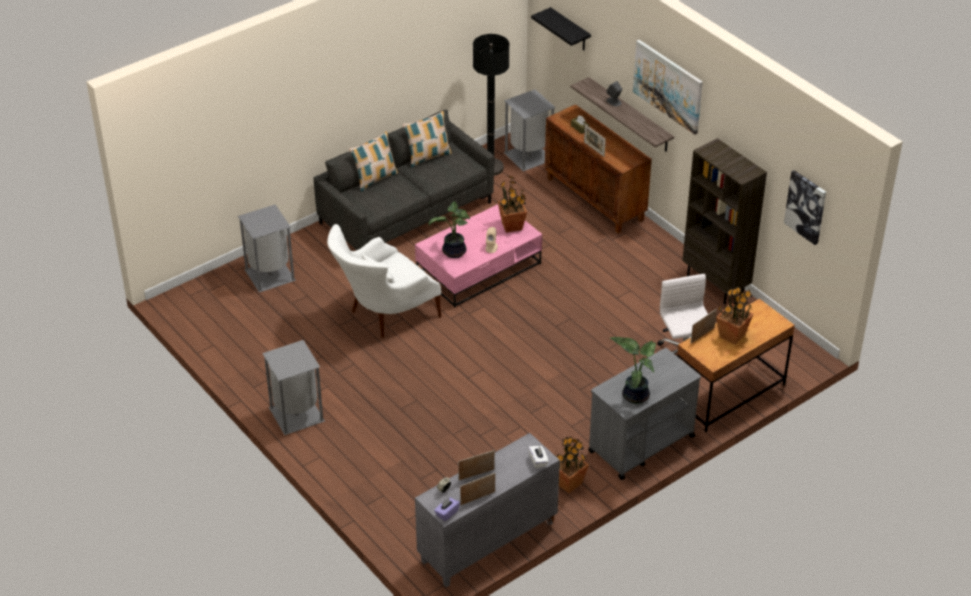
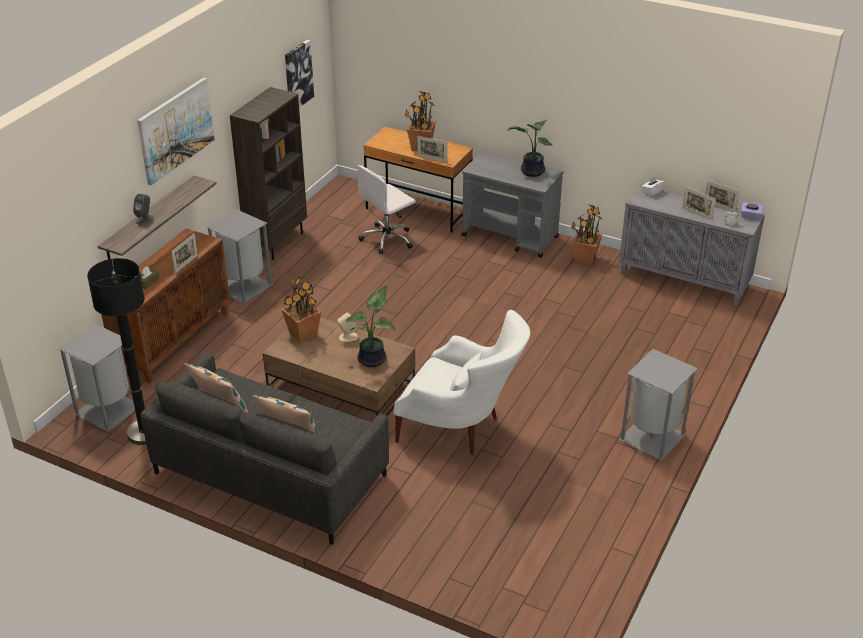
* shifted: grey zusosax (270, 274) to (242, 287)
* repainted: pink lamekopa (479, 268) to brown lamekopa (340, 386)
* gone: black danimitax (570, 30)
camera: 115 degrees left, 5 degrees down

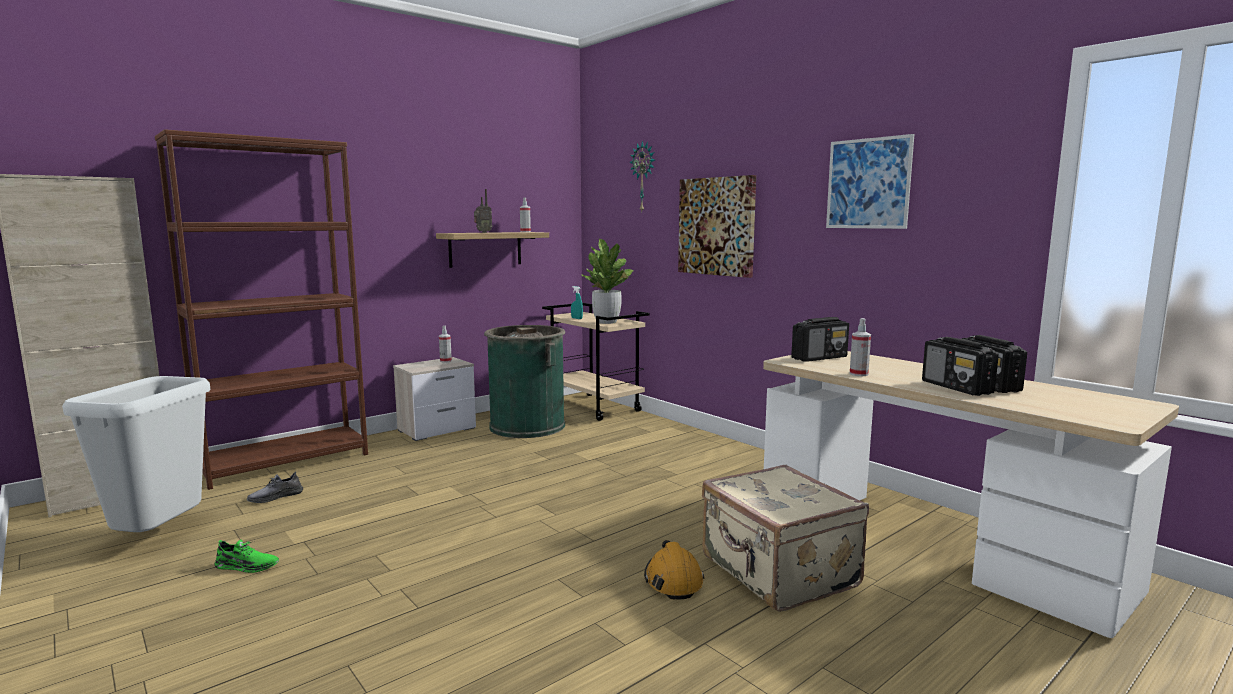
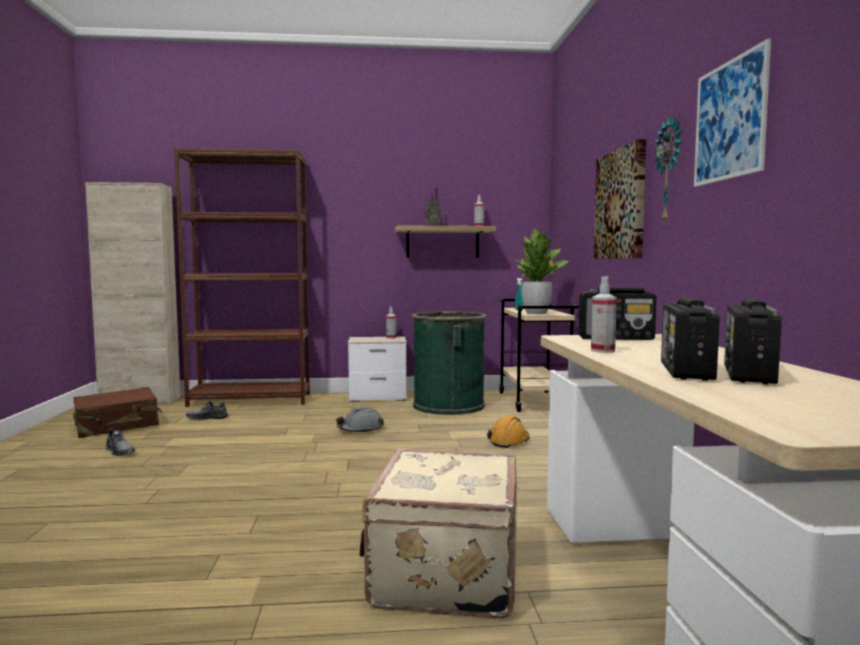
* swapped: grey zusosax (159, 537) to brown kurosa (117, 425)
* repainted: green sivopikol (247, 566) to grey sivopikol (119, 451)
* shifted: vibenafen (644, 177) to (671, 170)
* shifted: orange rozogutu (673, 580) to (508, 441)
* new: grey rozogutu (360, 430)
camera: 35 degrees right, 5 degrees down

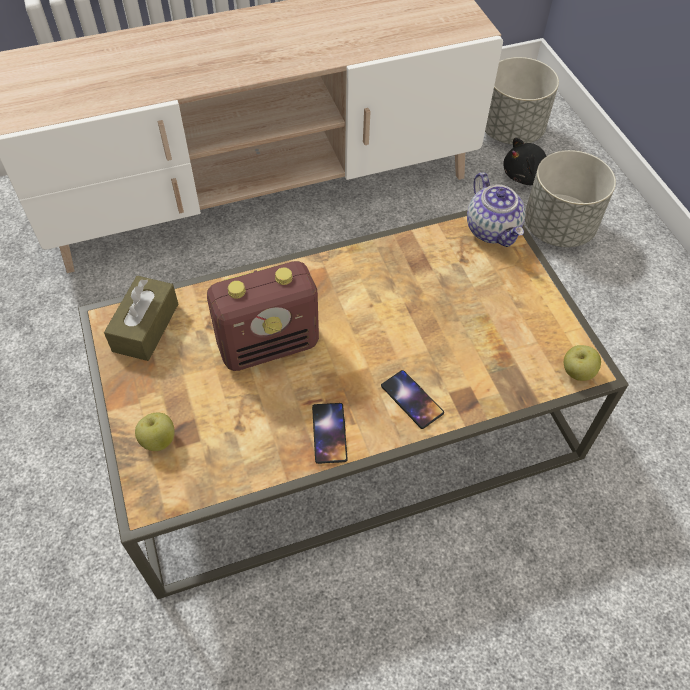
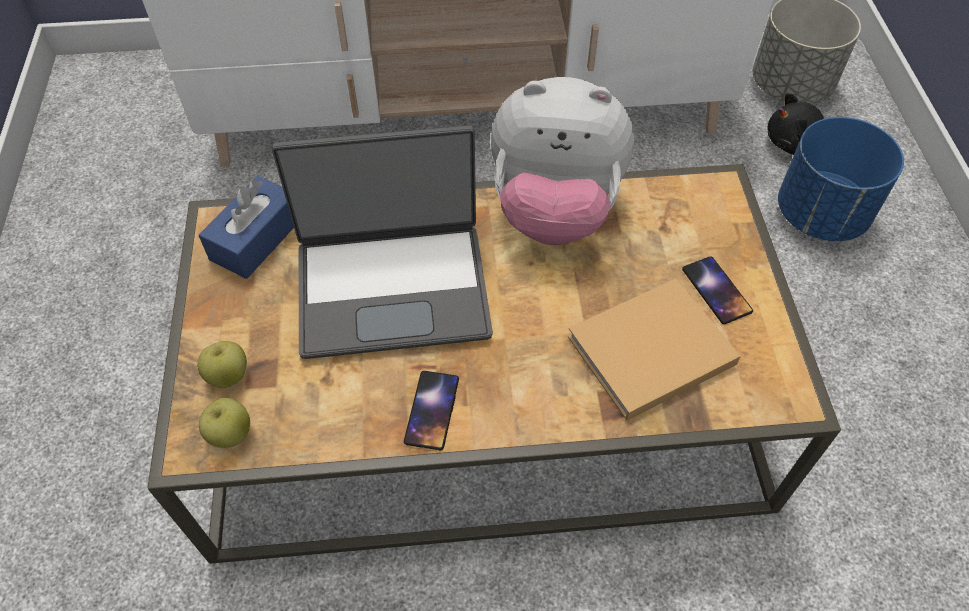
* repainted: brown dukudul (146, 327) to blue dukudul (256, 239)
* swapped: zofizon (269, 345) to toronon (393, 288)
* shifted: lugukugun (412, 399) to (716, 290)
* gone: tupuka (493, 230)
* repainted: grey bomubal (558, 228) to blue bomubal (821, 215)
* shifted: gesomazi (577, 373) to (230, 434)
* new: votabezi (554, 211)
* new: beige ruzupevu (647, 352)
camera: 15 degrees right, 0 degrees up

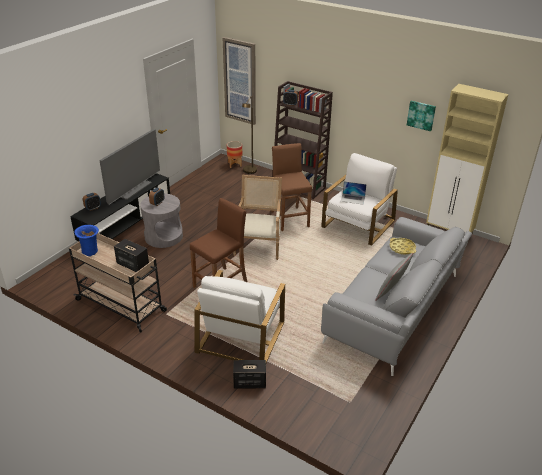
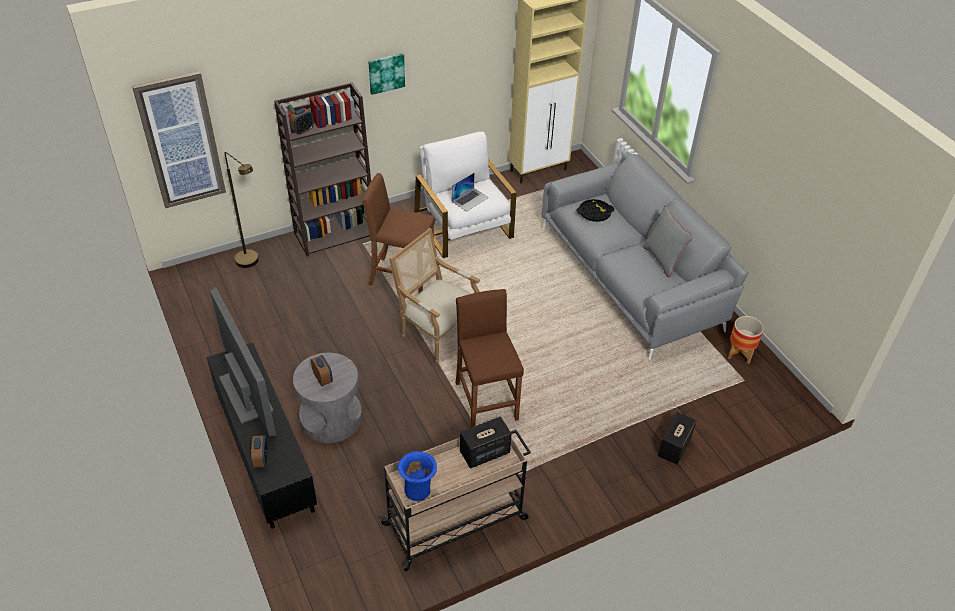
* gone: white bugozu (240, 336)
* shifted: bomubal (234, 164) to (740, 354)
* repainted: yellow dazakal (402, 248) to black dazakal (594, 213)
* shifted: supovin (421, 115) to (386, 73)
camera: 60 degrees left, 10 degrees up

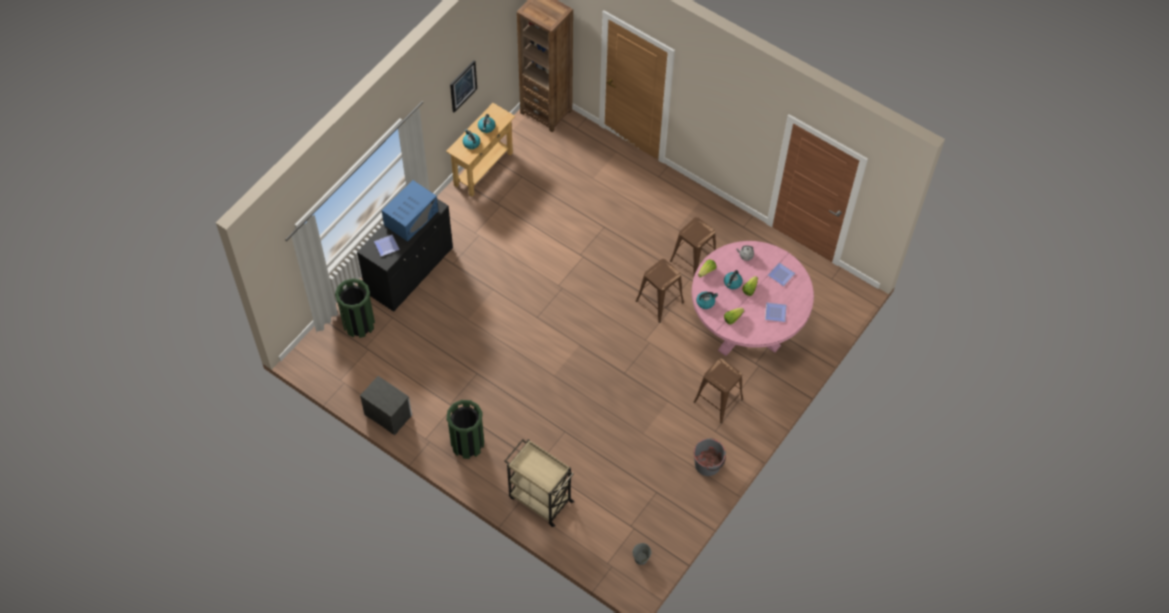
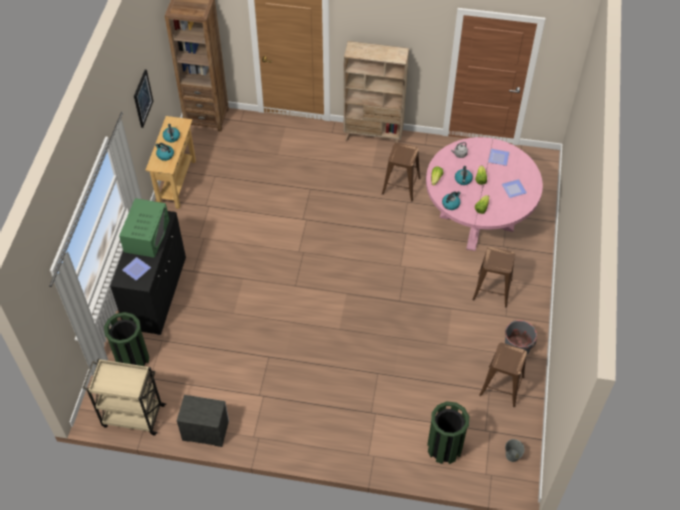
* repainted: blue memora (411, 218) to green memora (147, 235)
* shifted: green zusosax (467, 443) to (444, 448)
* shifted: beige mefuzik (539, 499) to (132, 416)
* shifted: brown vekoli (659, 301) to (501, 386)
* new: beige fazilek (373, 136)
camera: 25 degrees left, 5 degrees down

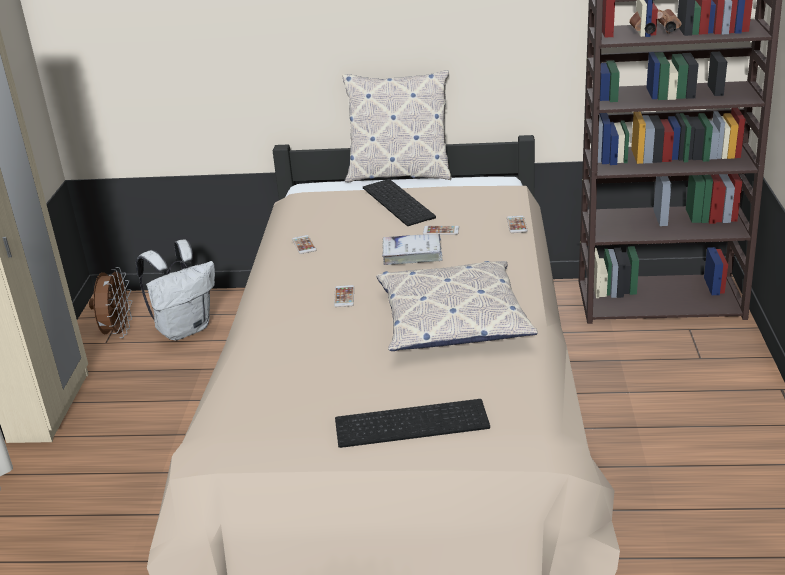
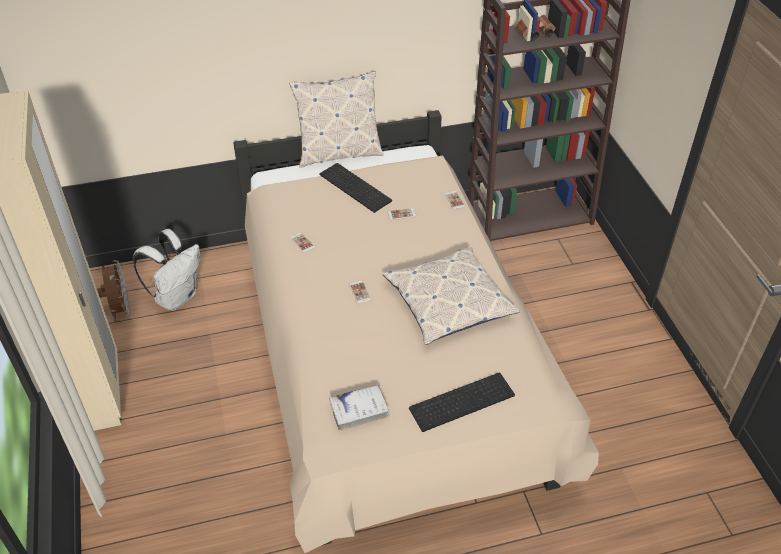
* shifted: white ruzupevu (412, 254) to (359, 410)
camera: 20 degrees left, 15 degrees up

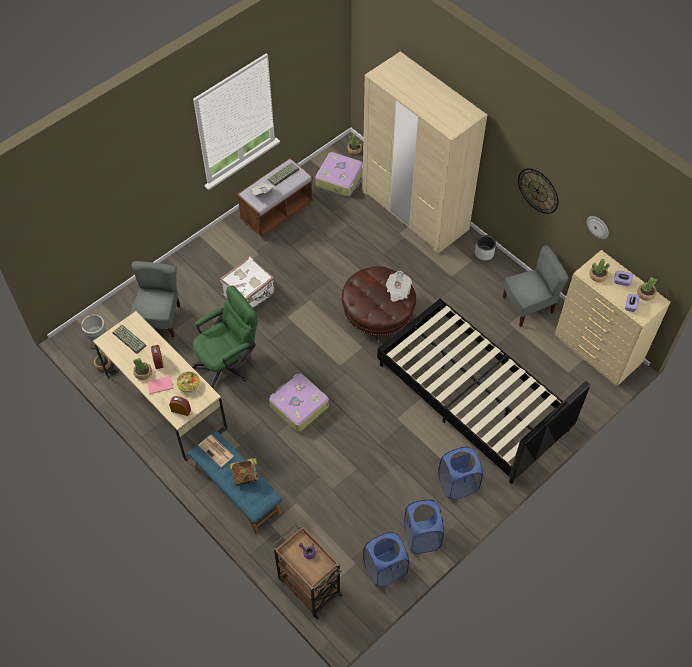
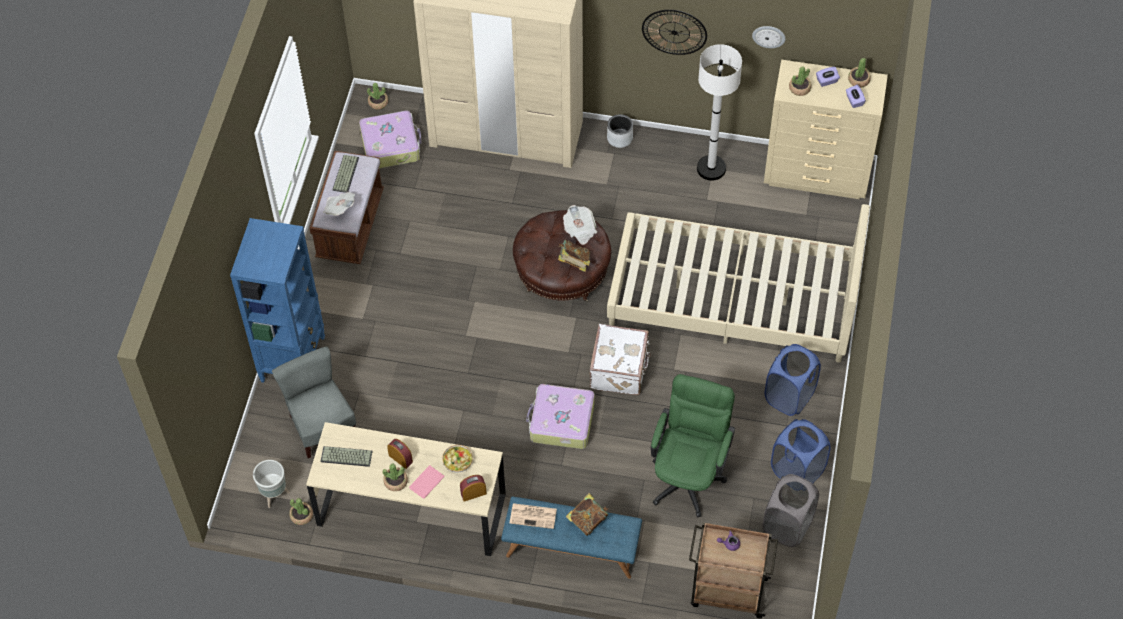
* shifted: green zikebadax (228, 363) to (689, 474)
* shifted: white kurosa (250, 294) to (620, 370)
* repainted: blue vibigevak (385, 569) to grey vibigevak (787, 526)
* repainted: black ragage (473, 397) to beige ragage (733, 299)
* swapped: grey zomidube (528, 306) to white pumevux (711, 168)
* new: blue fazilek (293, 358)
* new: ruzupevu (574, 262)
camera: 35 degrees left, 0 degrees up

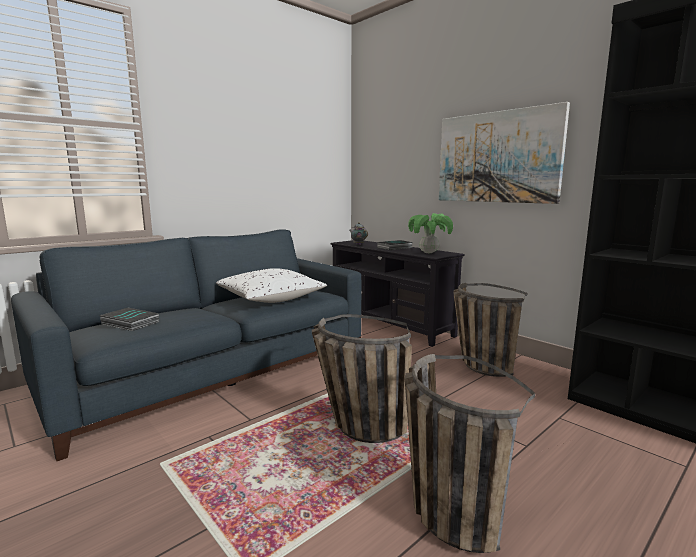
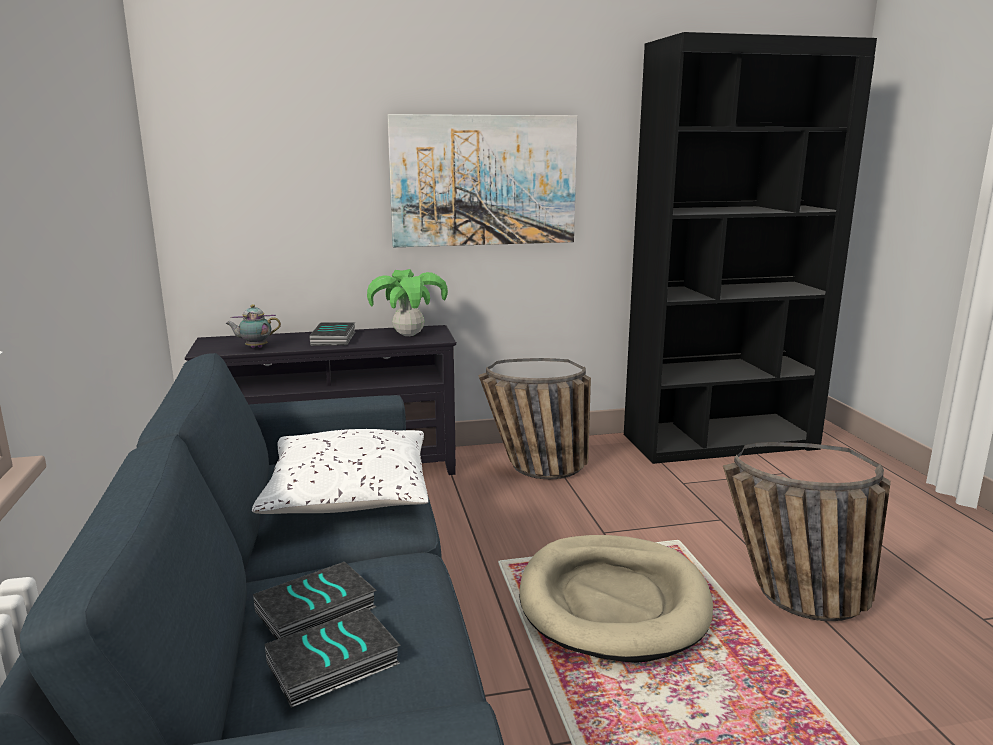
* swapped: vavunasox (354, 425) to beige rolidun (613, 602)
* new: ruzupevu (315, 611)
camera: 60 degrees left, 5 degrees up

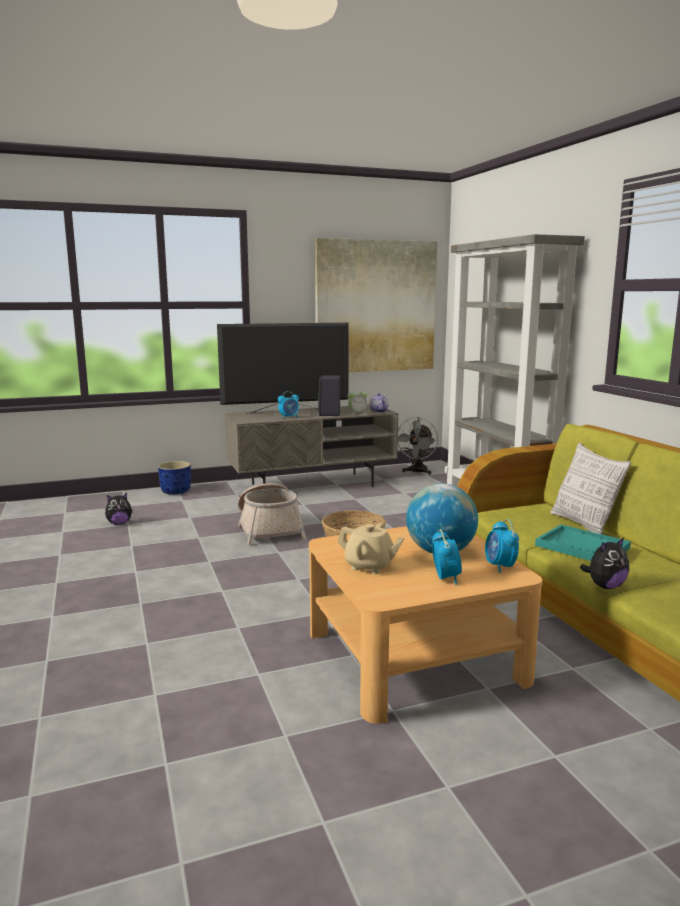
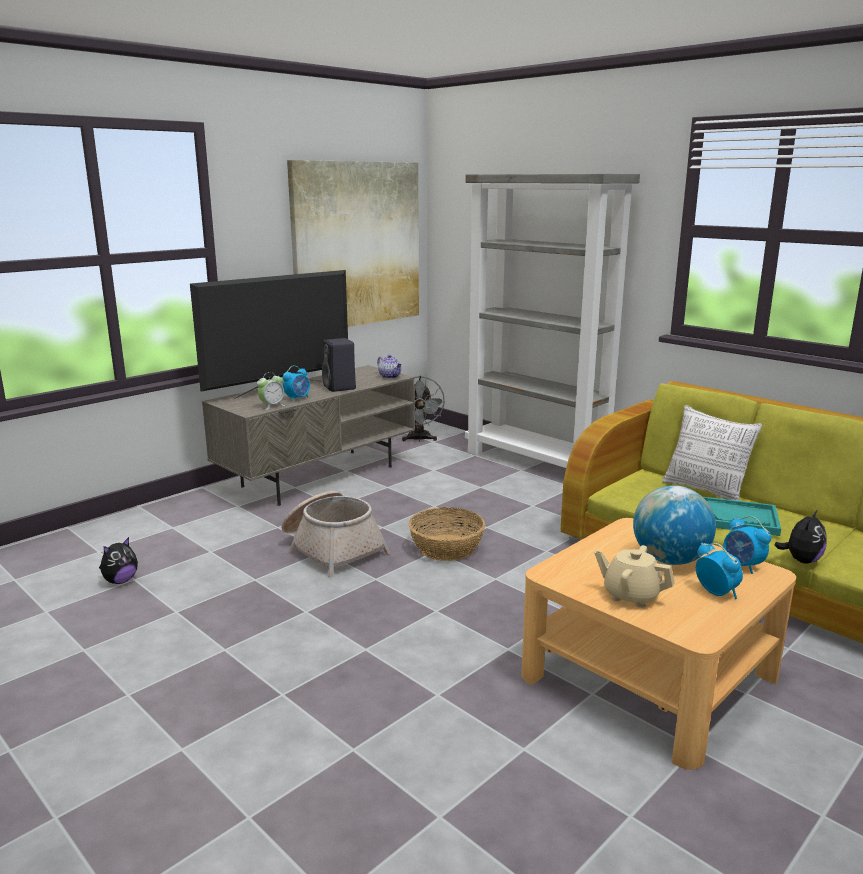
* gone: blue bomubal (176, 491)
* rotated: beige tupuka (369, 566) = (631, 595) 150 degrees counterclockwise
* shifted: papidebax (357, 413) to (272, 406)
camera: 25 degrees left, 5 degrees up

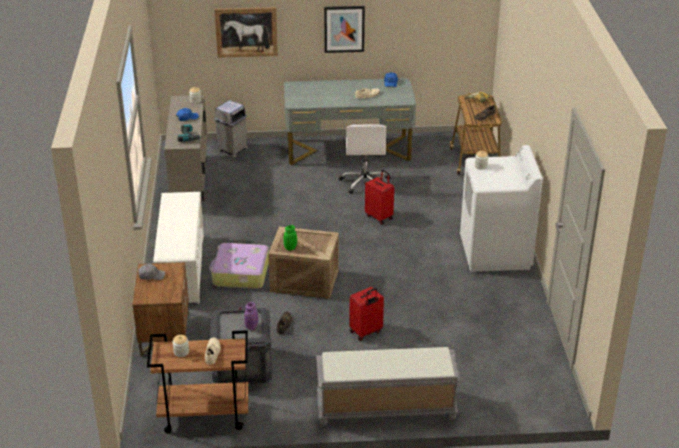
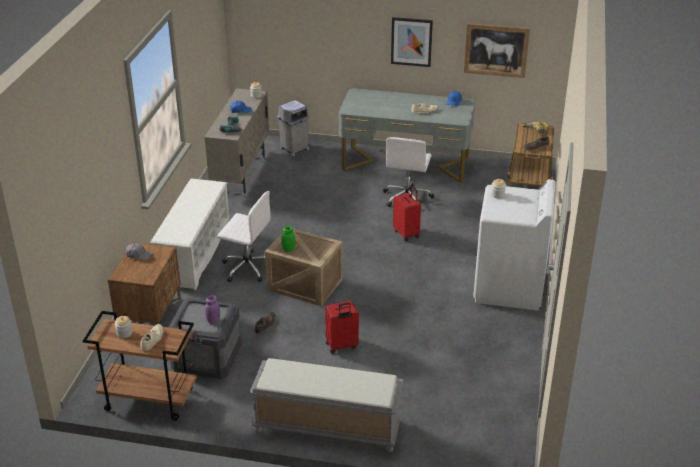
* swapped: kurosa (240, 273) to white zikebadax (247, 267)
* shifted: supovin (246, 32) to (496, 50)
camera: 15 degrees right, 0 degrees up

